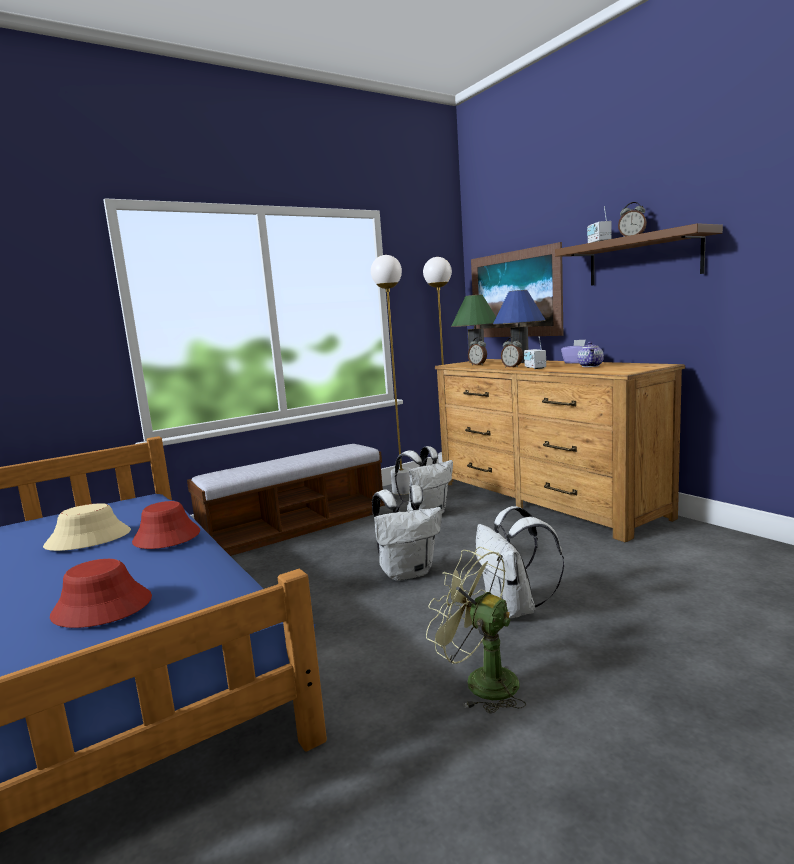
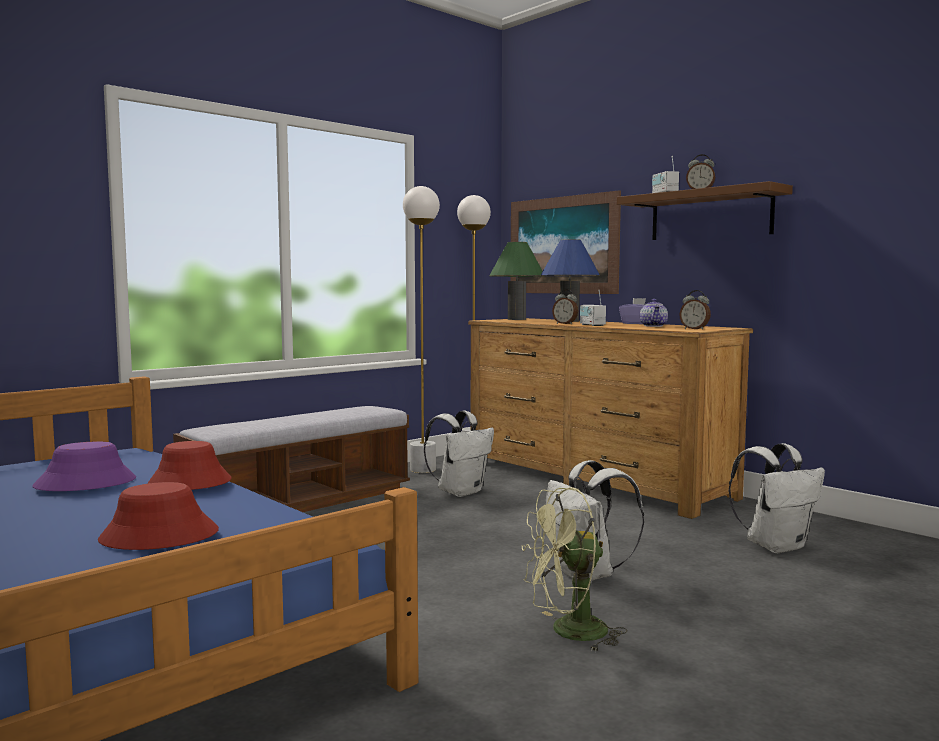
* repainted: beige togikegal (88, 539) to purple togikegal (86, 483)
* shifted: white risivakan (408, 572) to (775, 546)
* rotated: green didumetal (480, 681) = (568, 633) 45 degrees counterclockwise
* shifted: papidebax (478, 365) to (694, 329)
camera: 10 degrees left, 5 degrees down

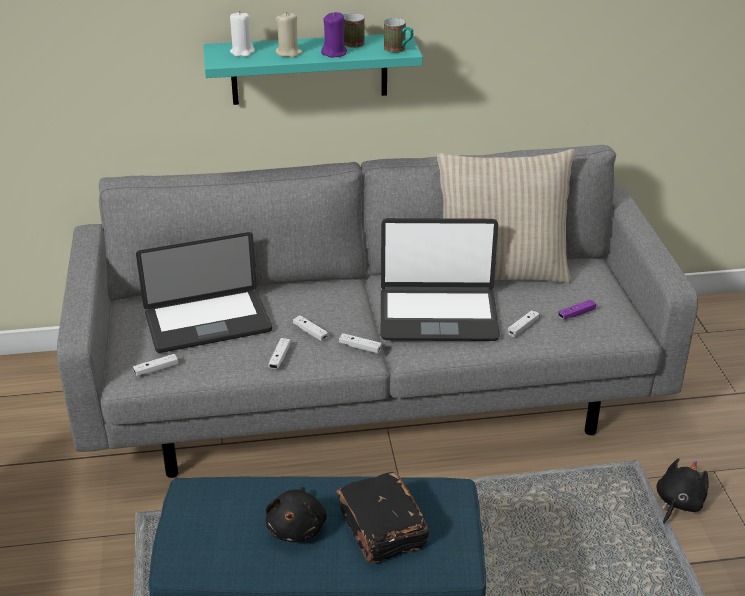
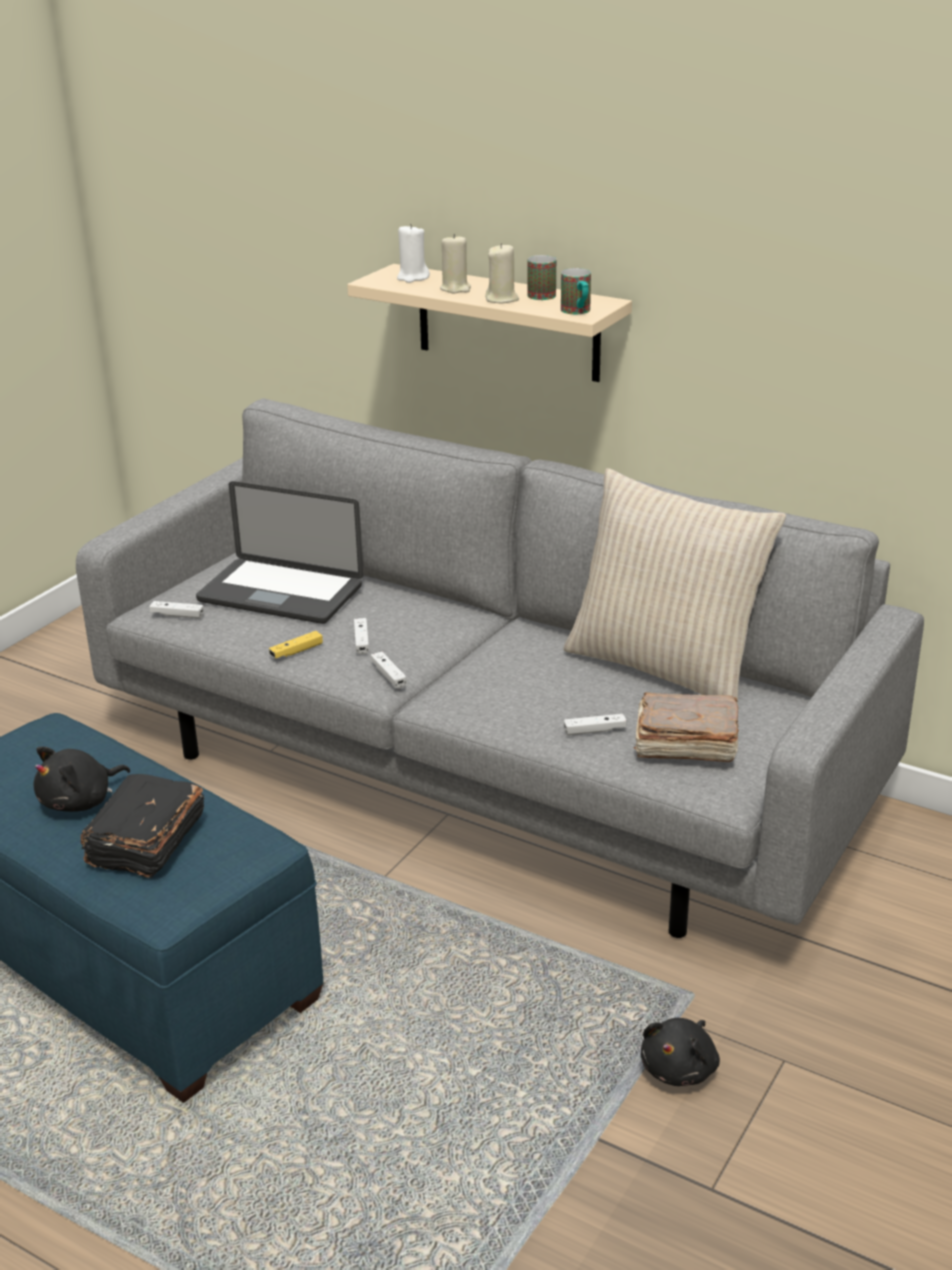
* repainted: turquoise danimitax (309, 69) to beige danimitax (508, 323)
* repainted: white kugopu (279, 358) to yellow kugopu (296, 651)
* repainted: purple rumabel (334, 53) to beige rumabel (502, 299)
* gone: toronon (438, 315)
* swapped: purple kugopu (576, 314) to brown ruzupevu (684, 744)
* rotated: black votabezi (678, 503) = (680, 1068) 135 degrees clockwise
camera: 40 degrees right, 5 degrees down

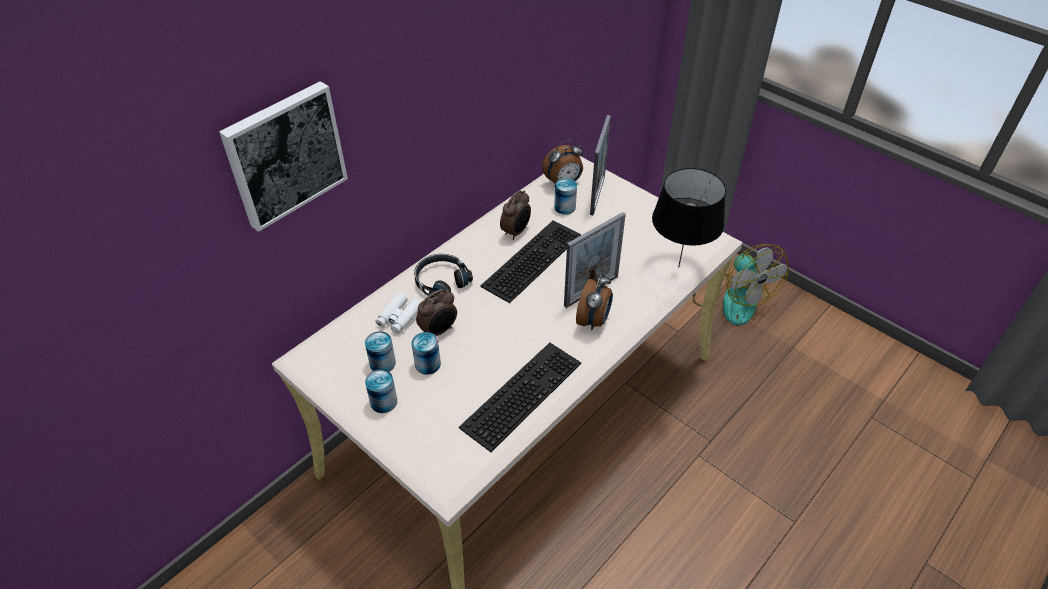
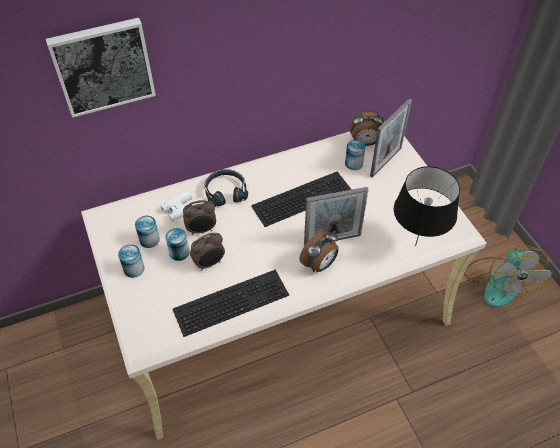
* shifted: papidebax (516, 232) to (209, 263)
camera: 25 degrees right, 5 degrees up

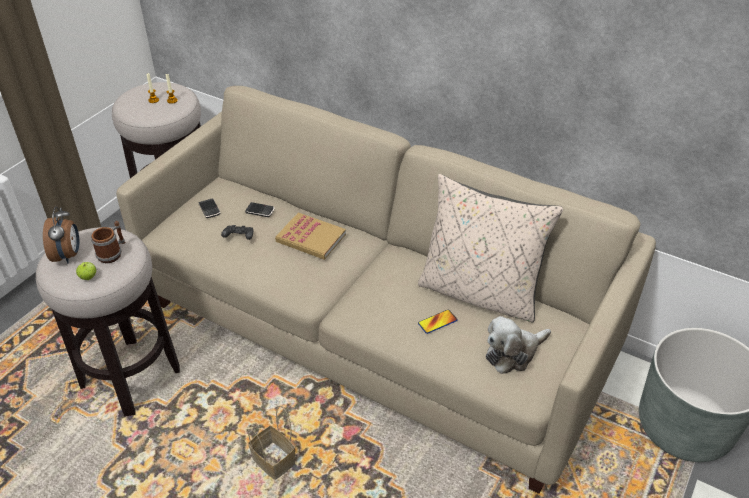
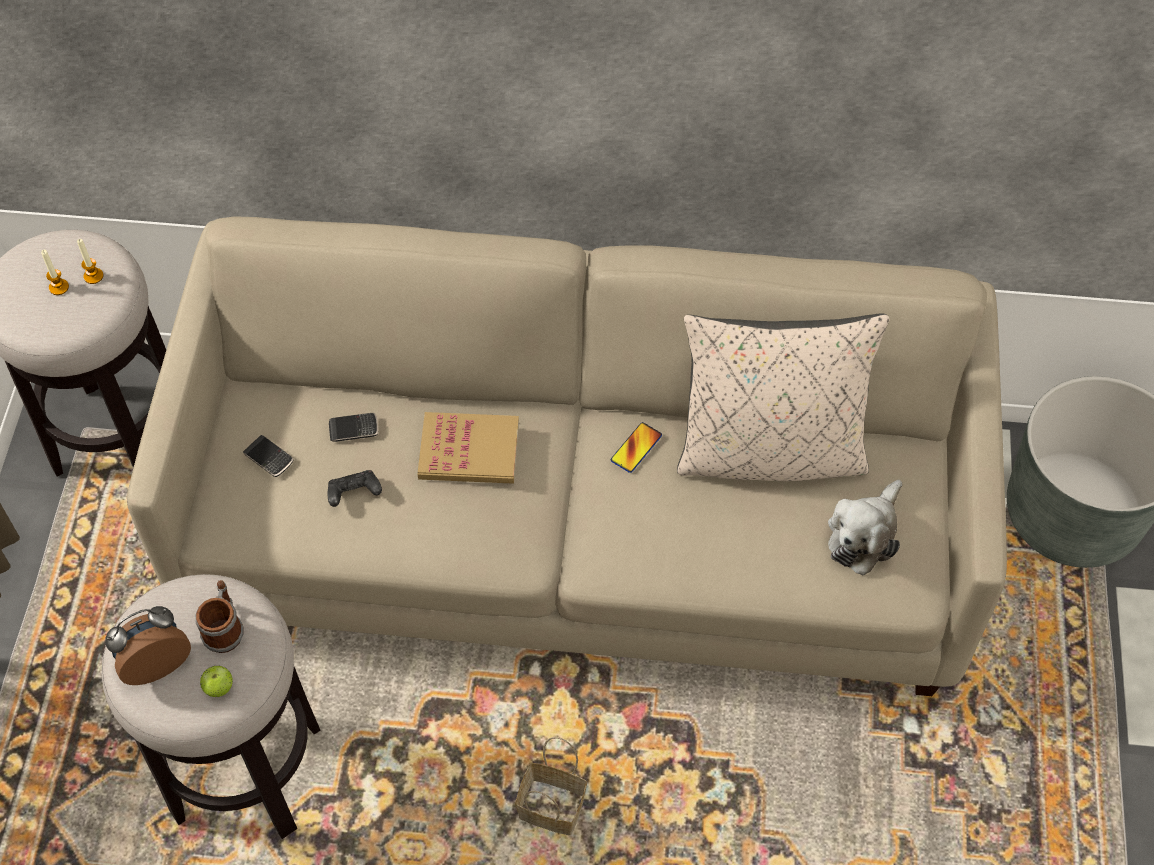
* rotated: papidebax (68, 255) = (155, 662) 90 degrees counterclockwise
* shifted: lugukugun (437, 322) to (636, 448)
camera: 25 degrees left, 15 degrees up

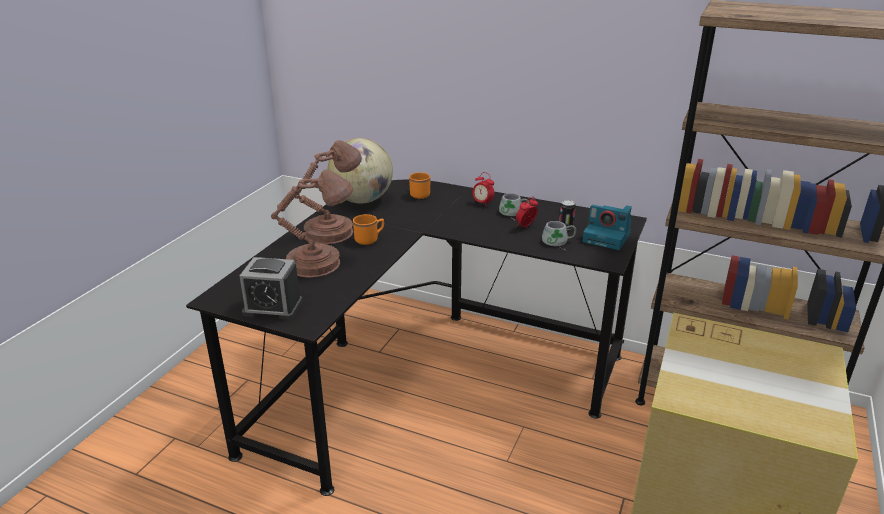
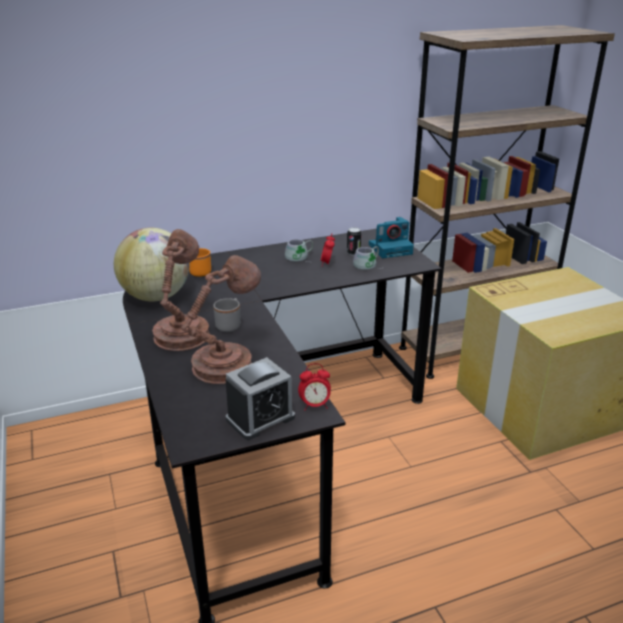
* repainted: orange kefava (369, 239) to grey kefava (230, 325)
* shifted: papidebax (482, 203) to (315, 405)
camera: 45 degrees left, 0 degrees up

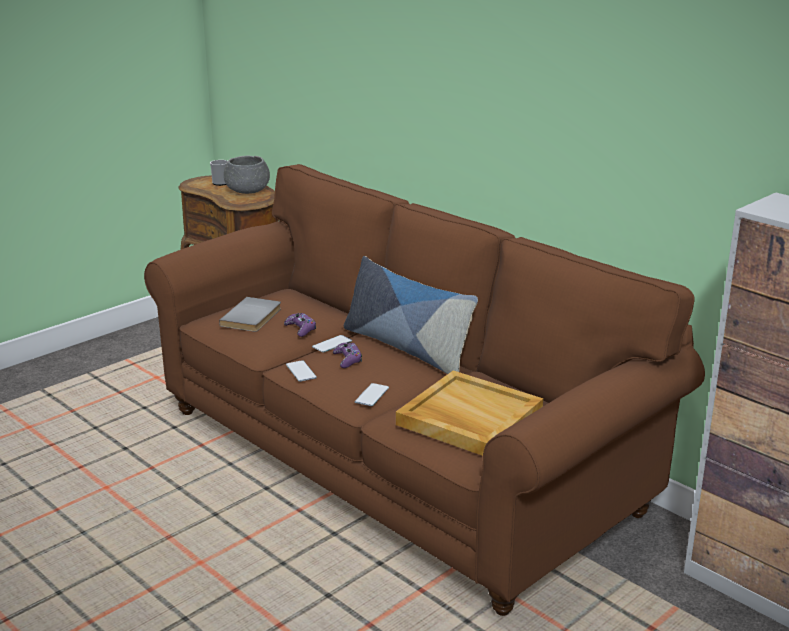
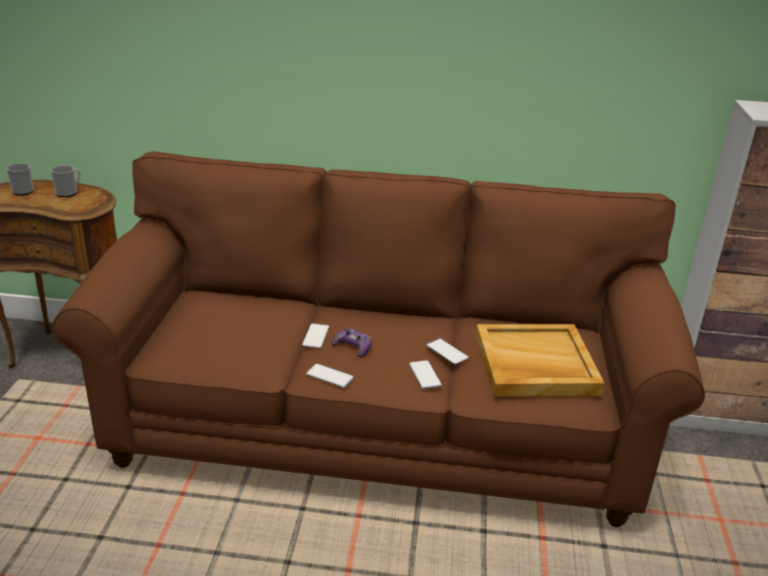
* gone: grey ruzupevu (253, 317)
* swapped: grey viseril (248, 190) to kefava (69, 193)
* gone: purple kugopu (300, 329)
* gone: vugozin (407, 348)
* new: lugukugun (447, 351)
camera: 40 degrees left, 5 degrees up

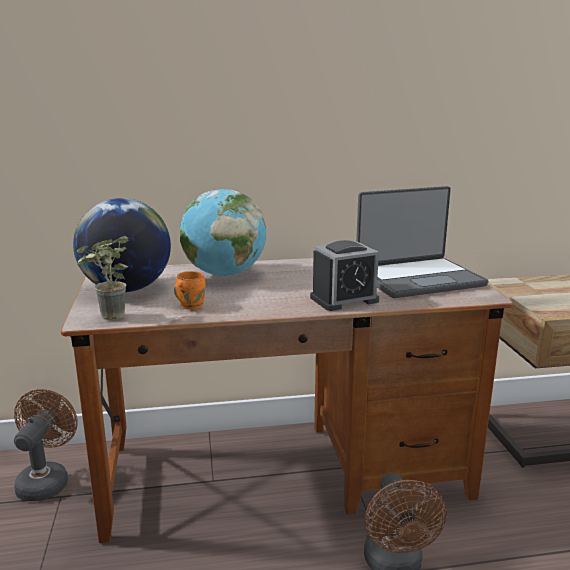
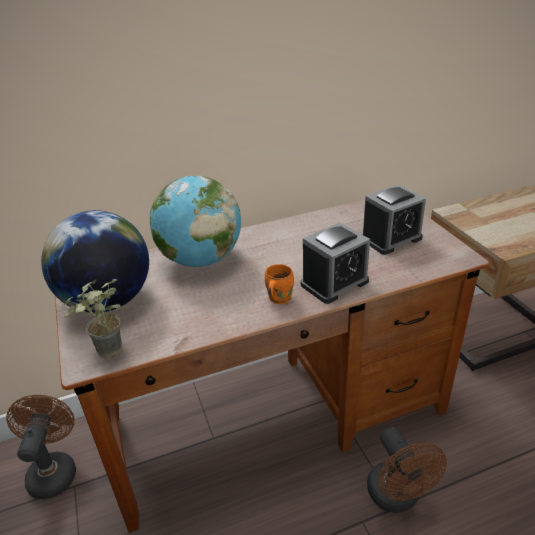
* shifted: orange kefava (189, 306) to (278, 298)
* swapped: toronon (418, 278) to papidebax (391, 238)
camera: 10 degrees left, 15 degrees up

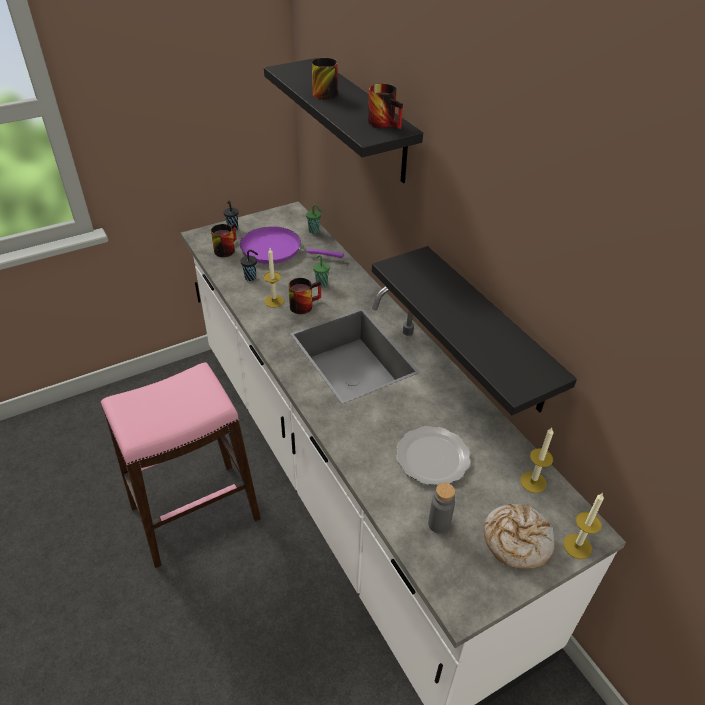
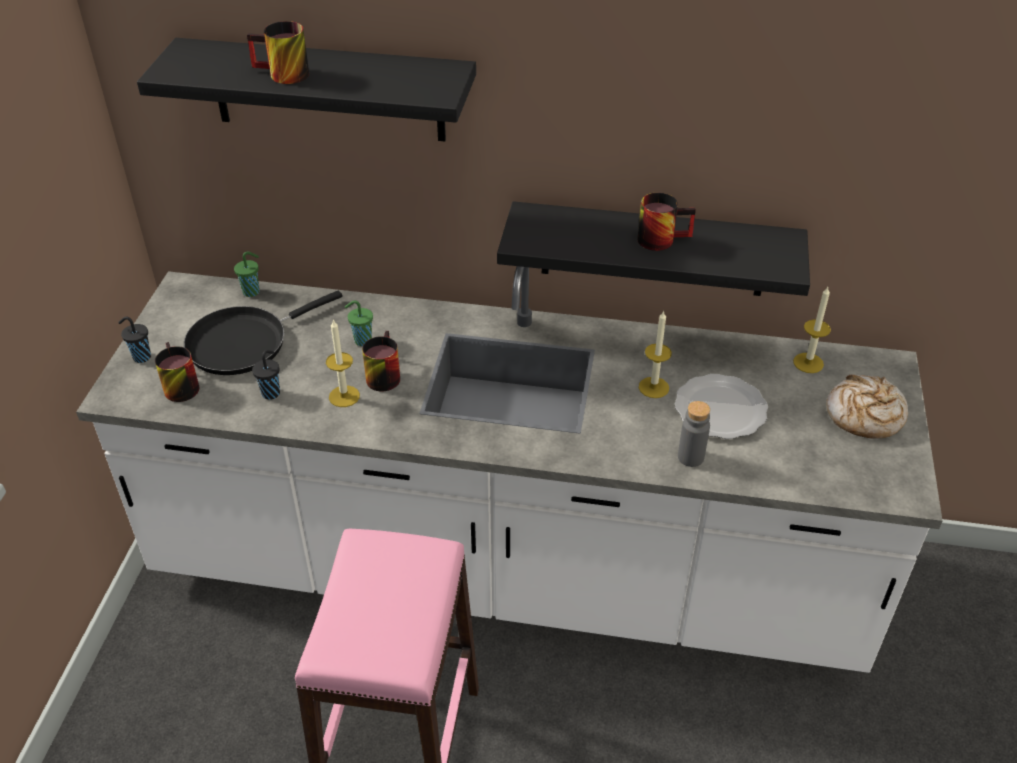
* repainted: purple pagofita (276, 249) to black pagofita (244, 342)
* shifted: kefava (386, 123) to (661, 238)
* shifted: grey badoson (439, 524) to (690, 457)
* shifted: rumabel (577, 546) to (653, 387)
camera: 50 degrees left, 0 degrees up

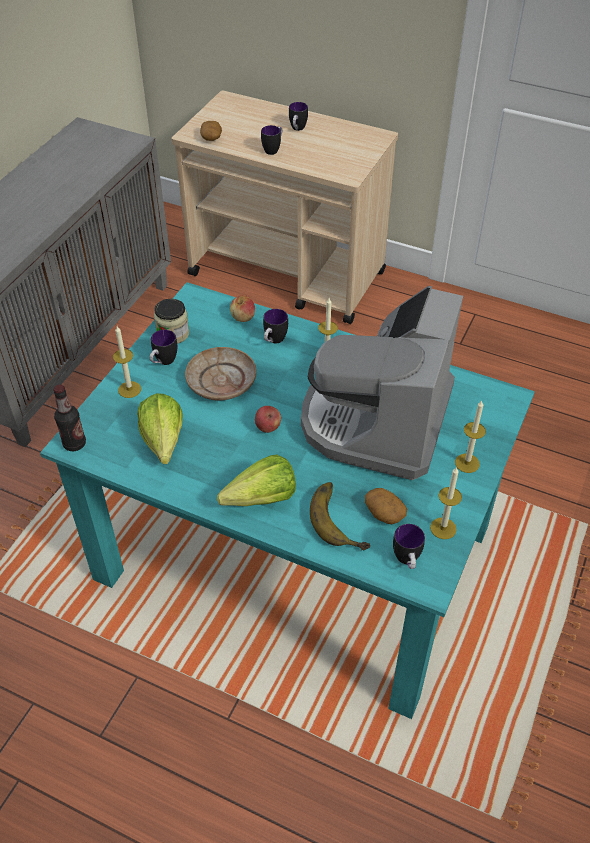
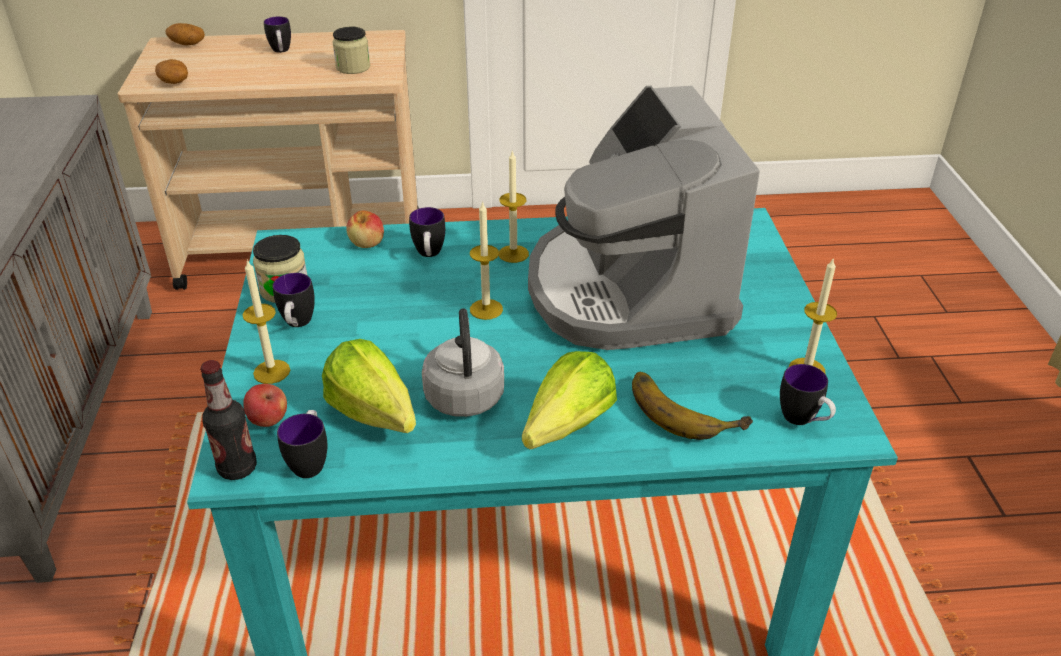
* gone: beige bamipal (221, 381)
* shifted: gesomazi (268, 427) to (268, 420)
* shifted: kefava (273, 149) to (310, 461)
* shifted: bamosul (384, 513) to (187, 44)
* shifted: rumabel (467, 463) to (486, 309)
* new: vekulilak (353, 67)
* new: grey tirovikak (464, 394)
camera: 30 degrees left, 10 degrees down

